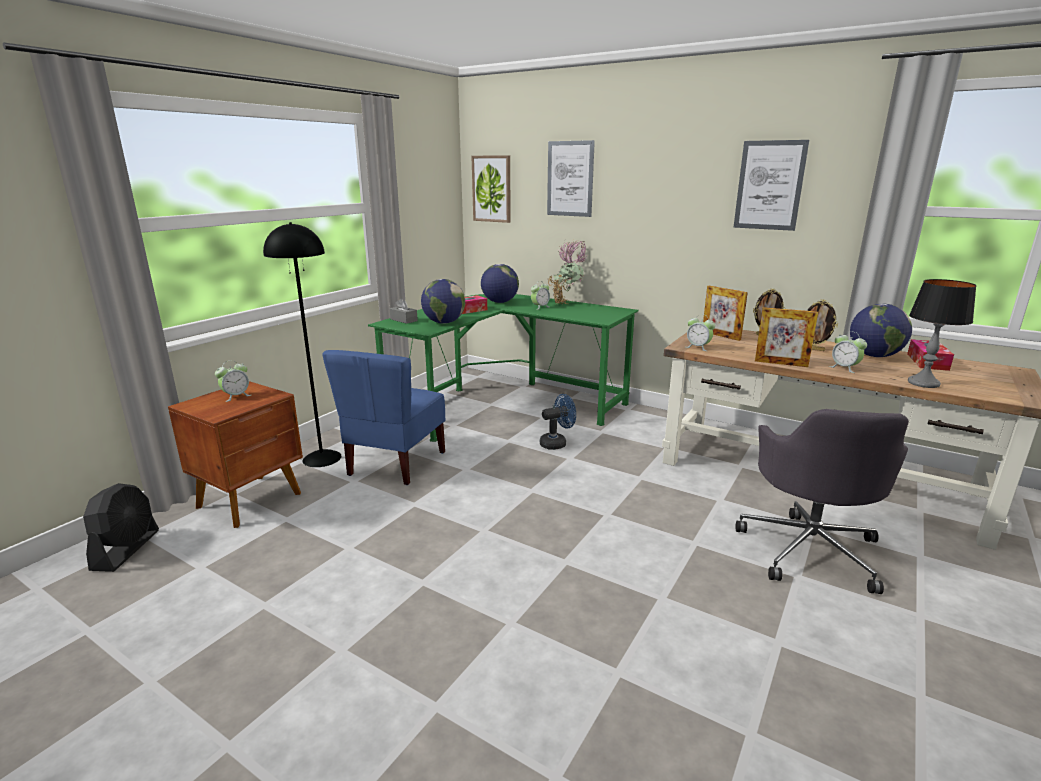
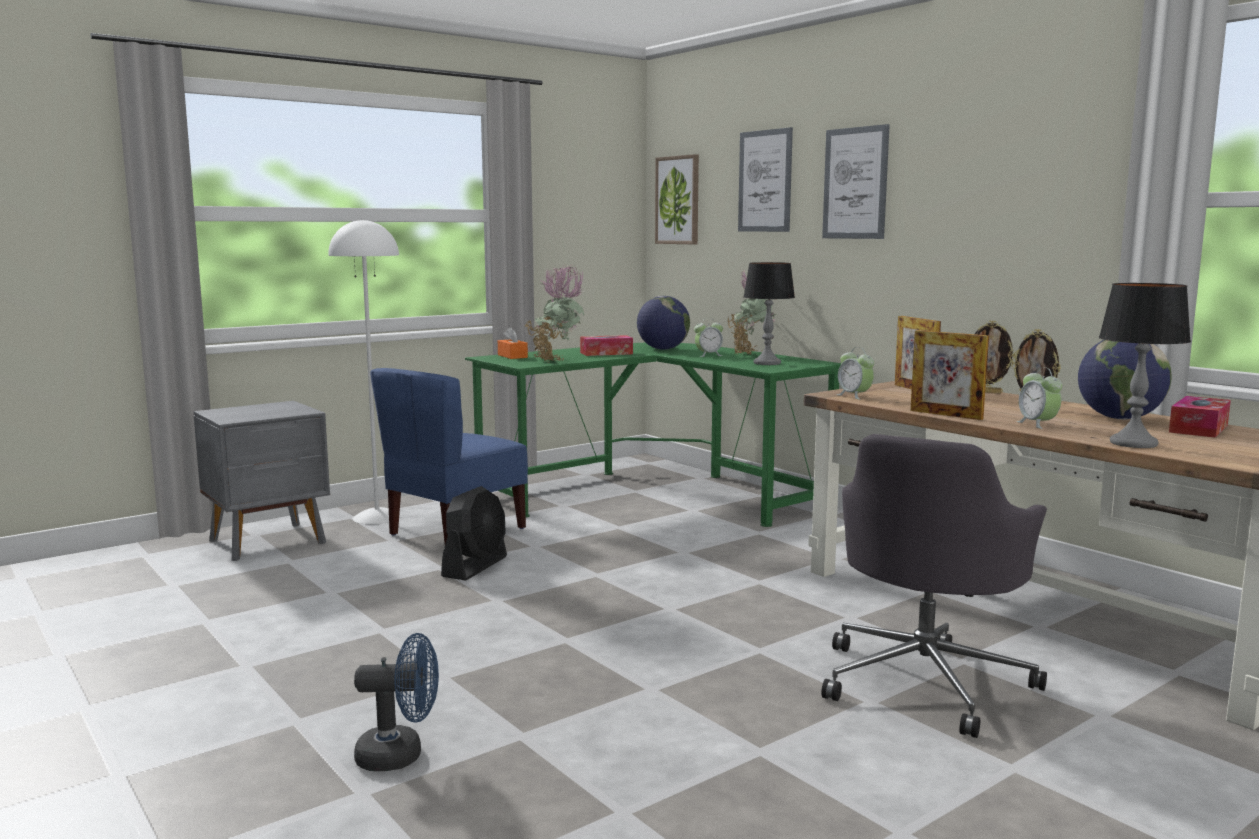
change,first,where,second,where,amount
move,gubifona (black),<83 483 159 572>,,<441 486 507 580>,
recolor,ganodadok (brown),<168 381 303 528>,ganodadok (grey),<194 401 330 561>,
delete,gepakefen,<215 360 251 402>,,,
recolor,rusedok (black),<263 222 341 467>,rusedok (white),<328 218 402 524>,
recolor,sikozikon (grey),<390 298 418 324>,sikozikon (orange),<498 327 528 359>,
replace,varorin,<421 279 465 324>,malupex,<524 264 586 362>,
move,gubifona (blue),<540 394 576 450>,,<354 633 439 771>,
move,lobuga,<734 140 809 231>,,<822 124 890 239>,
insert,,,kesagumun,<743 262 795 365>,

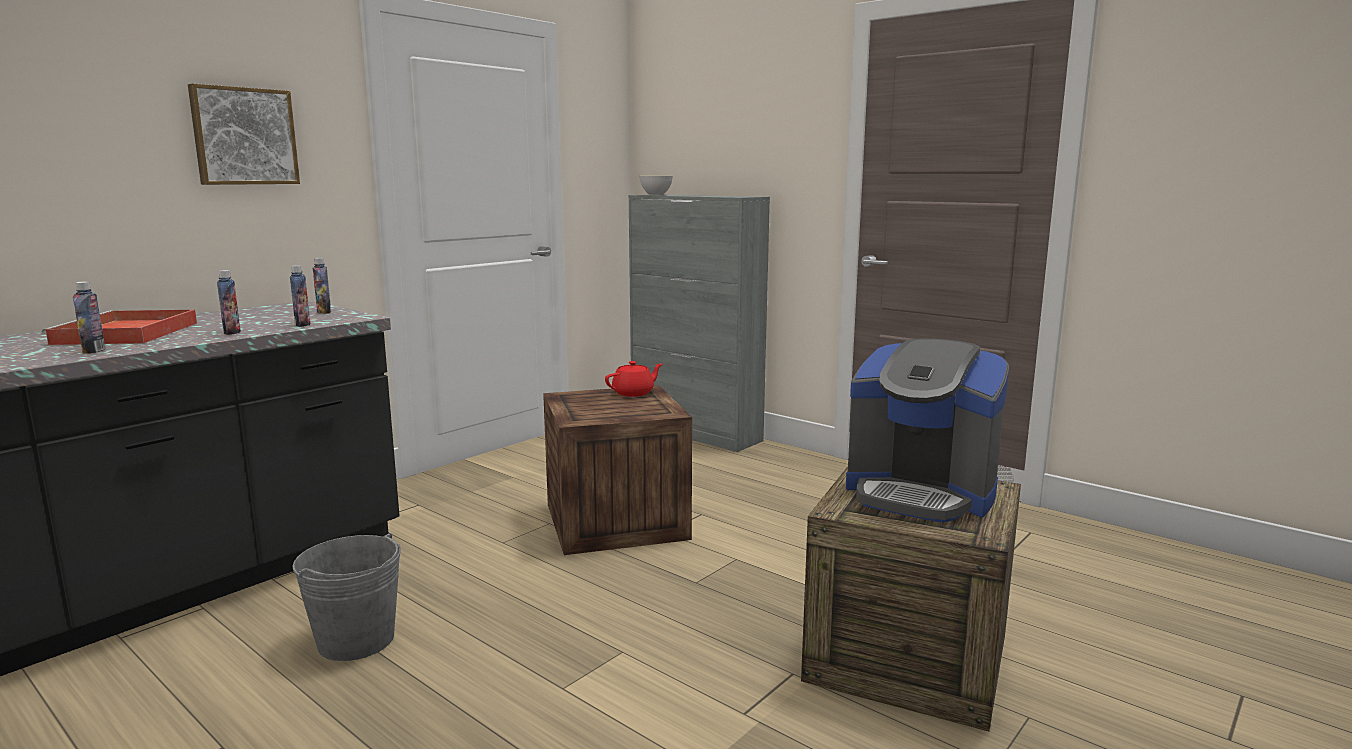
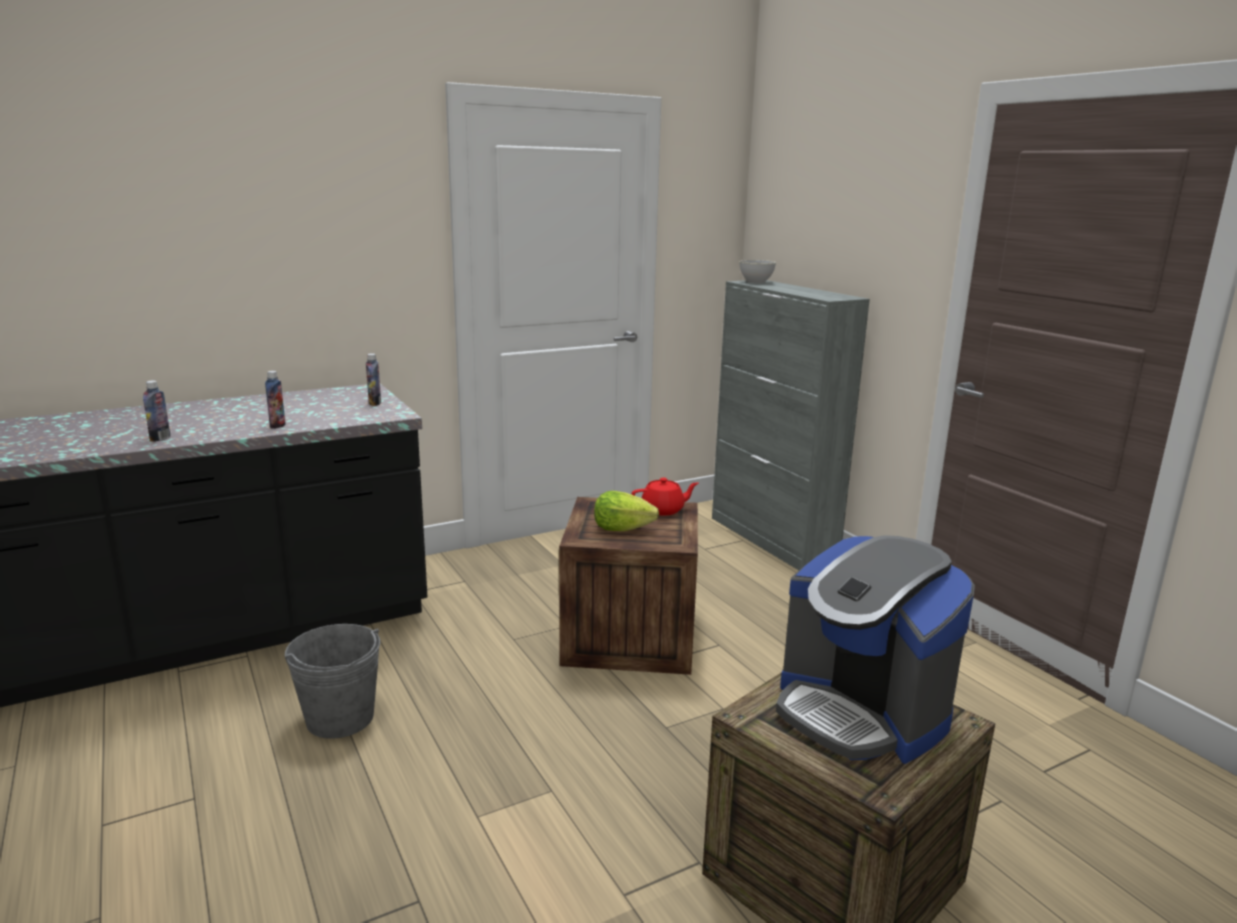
change,first,where,second,where,amount
delete,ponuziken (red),<42 310 197 345>,,,
delete,lobuga,<188 84 300 185>,,,
delete,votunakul,<290 265 311 327>,,,
insert,,,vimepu,<594 491 659 531>,

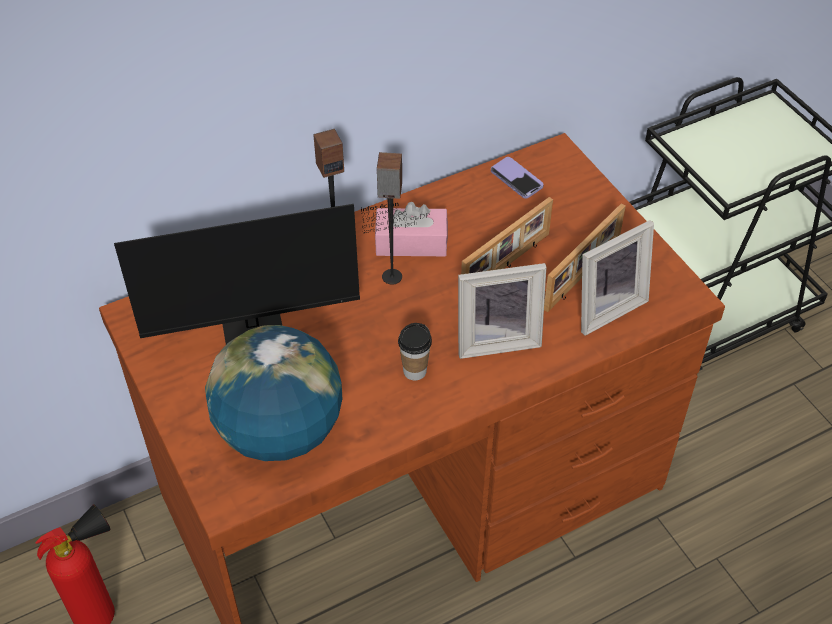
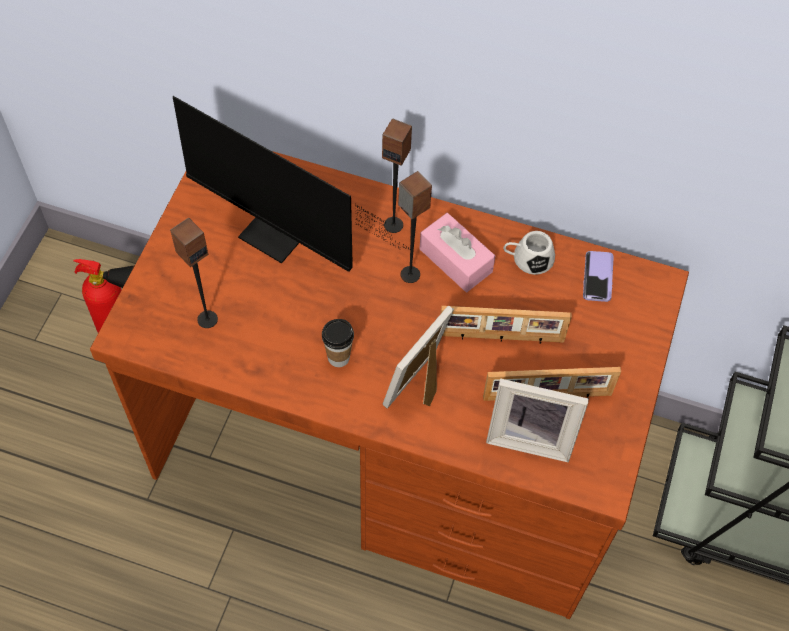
change,first,where,second,where,amount
replace,varorin,<205 325 343 461>,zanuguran,<170 217 218 328>,
rotate,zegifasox,<458 263 546 359>,,<383 306 454 409>,90 degrees clockwise
insert,,,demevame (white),<503 231 555 275>,

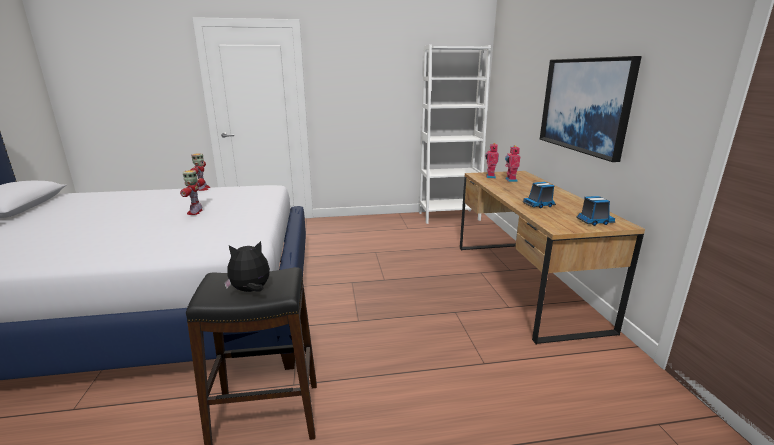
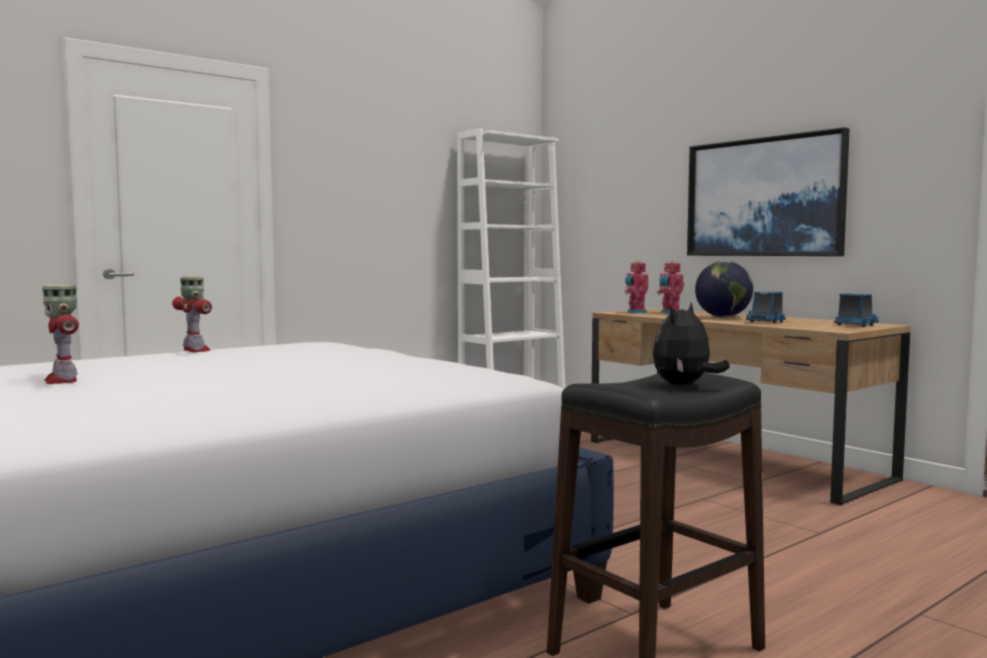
change,first,where,second,where,amount
move,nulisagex,<180 170 205 215>,,<42 284 79 384>,
insert,,,varorin,<695 261 753 317>,

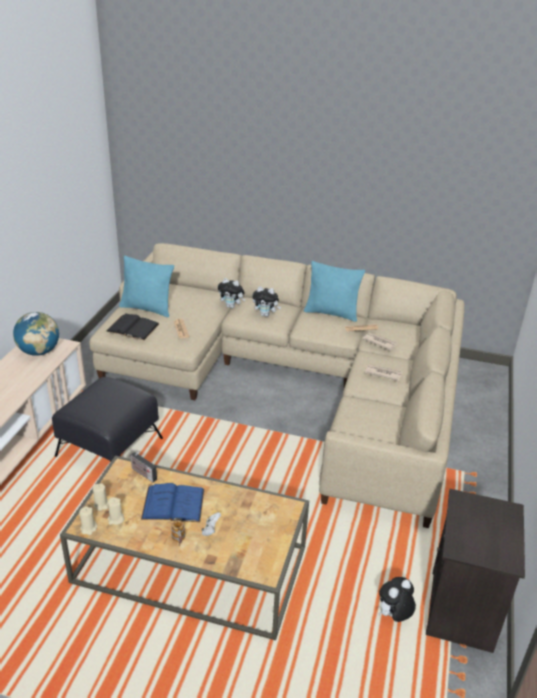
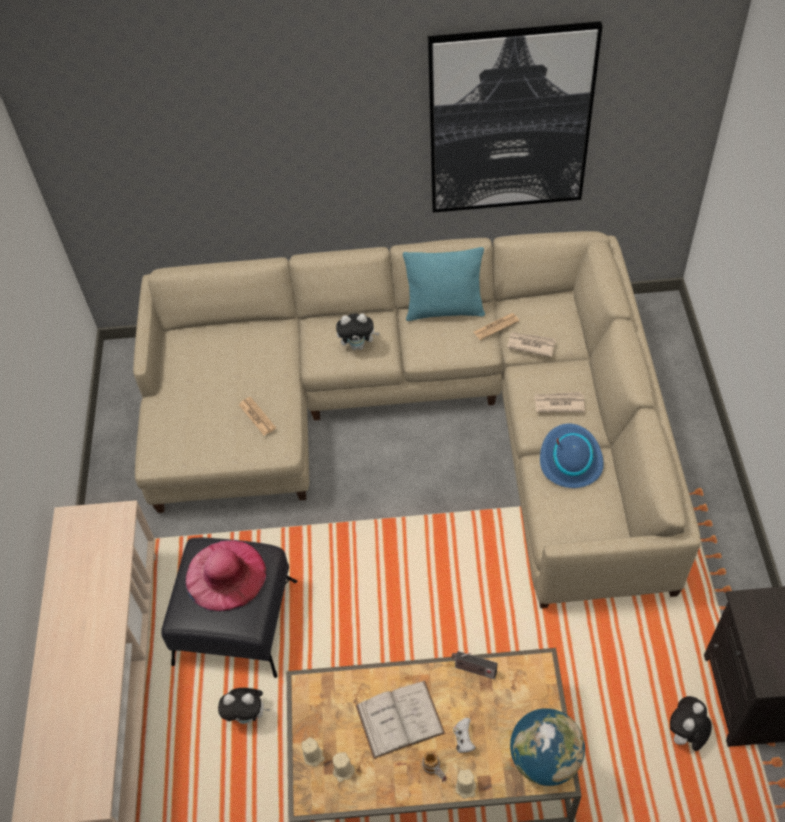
change,first,where,second,where,amount
move,varorin,<13 312 59 356>,,<510 708 585 786>,
move,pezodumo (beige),<79 506 97 535>,,<456 769 476 799>,
delete,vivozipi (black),<106 313 159 340>,,,
delete,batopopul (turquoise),<119 256 174 317>,,,
move,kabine,<130 450 157 482>,,<451 651 497 679>,
recolor,vivozipi (blue),<141 483 204 522>,vivozipi (white),<356 681 445 759>,
move,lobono,<218 278 245 308>,,<218 688 270 724>,
insert,,,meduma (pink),<186 540 266 611>,
insert,,,lobuga,<428 21 602 213>,
insert,,,meduma (blue),<540 423 604 488>,

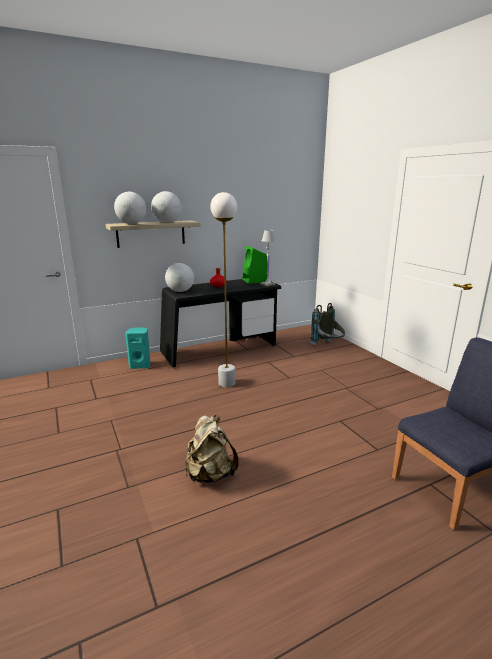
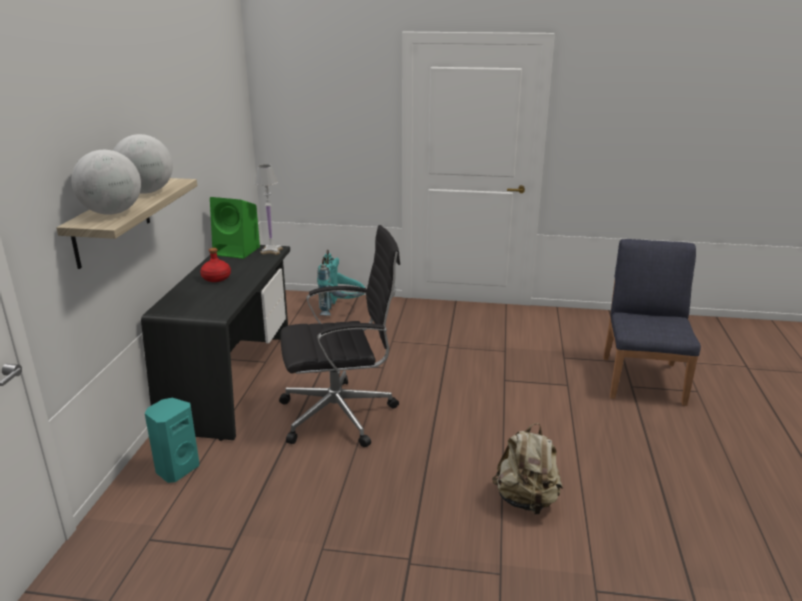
change,first,where,second,where,amount
delete,varorin,<165 263 194 292>,,,
replace,rusedok (white),<210 192 237 388>,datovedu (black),<279 225 400 447>,
recolor,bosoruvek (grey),<310 303 345 345>,bosoruvek (turquoise),<317 250 365 316>,

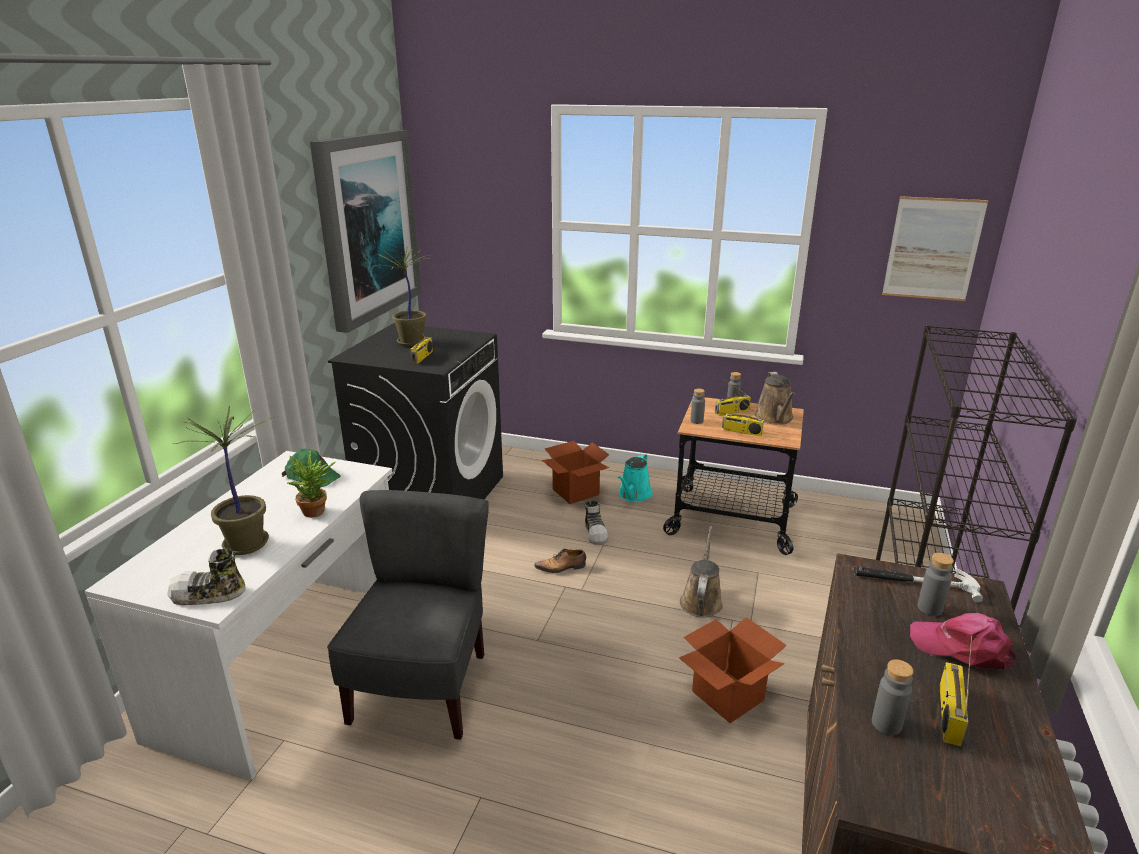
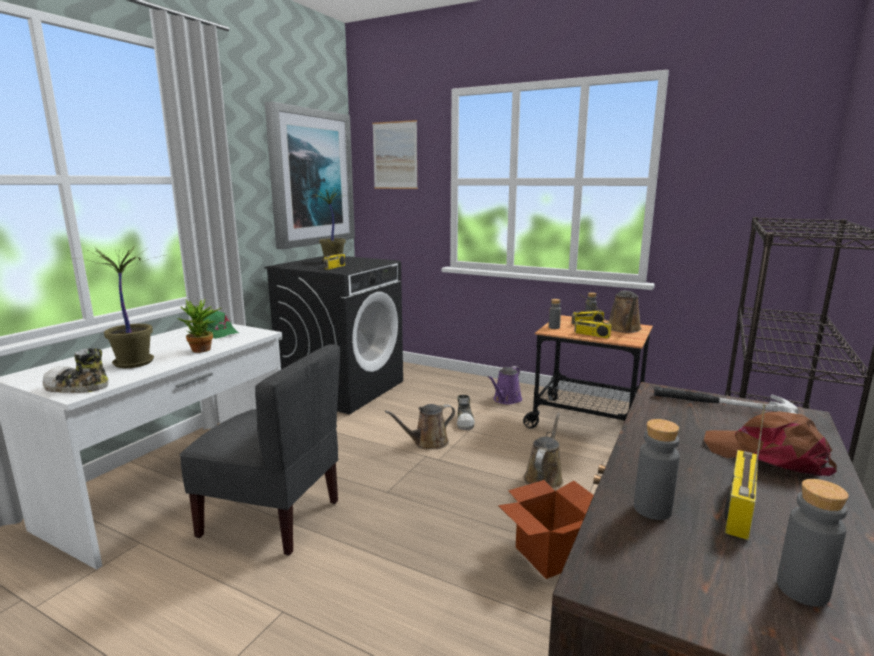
change,first,where,second,where,amount
rotate,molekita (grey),<327 490 489 740>,,<179 344 340 555>,90 degrees clockwise
replace,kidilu,<534 549 586 573>,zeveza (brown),<385 404 455 449>,
delete,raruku,<542 441 609 504>,,,
recolor,zeveza (turquoise),<618 454 652 502>,zeveza (purple),<488 366 522 405>,
move,lobuga,<882 196 989 301>,,<372 120 418 189>,
recolor,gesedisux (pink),<910 613 1016 669>,gesedisux (brown),<704 411 837 476>,
move,votunakul (grey),<917 553 954 616>,,<777 479 849 607>,

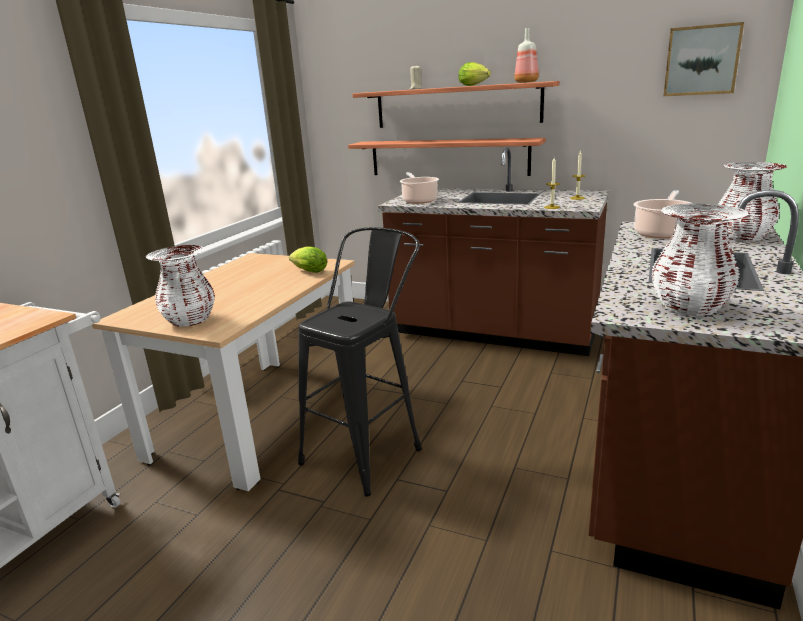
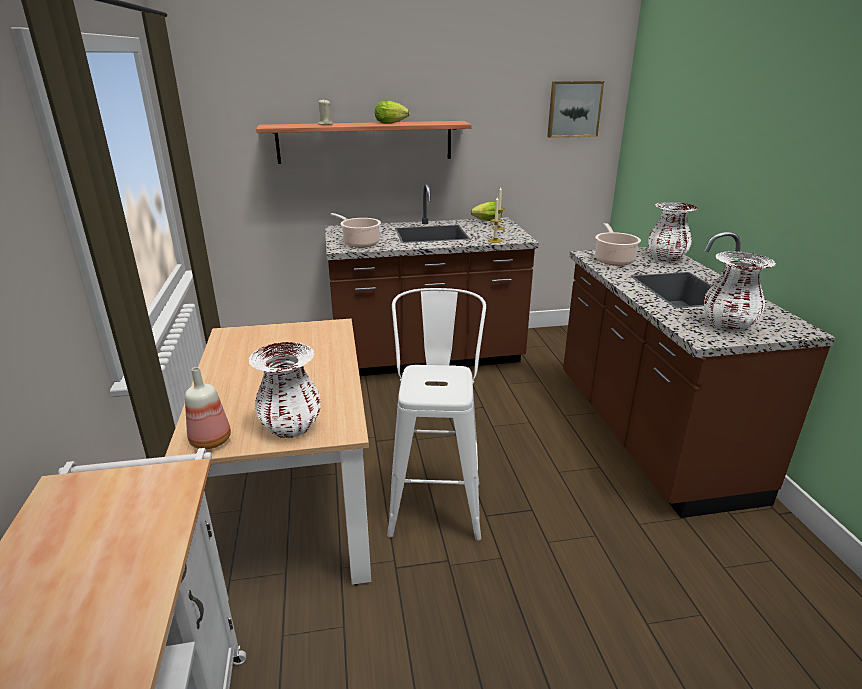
change,first,where,second,where,amount
move,vimepu,<289 246 327 273>,,<471 202 502 221>,
recolor,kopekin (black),<298 227 422 497>,kopekin (white),<387 288 486 541>,
delete,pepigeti,<348 138 546 176>,,,
move,votunakul,<514 28 539 83>,,<185 367 231 449>,

